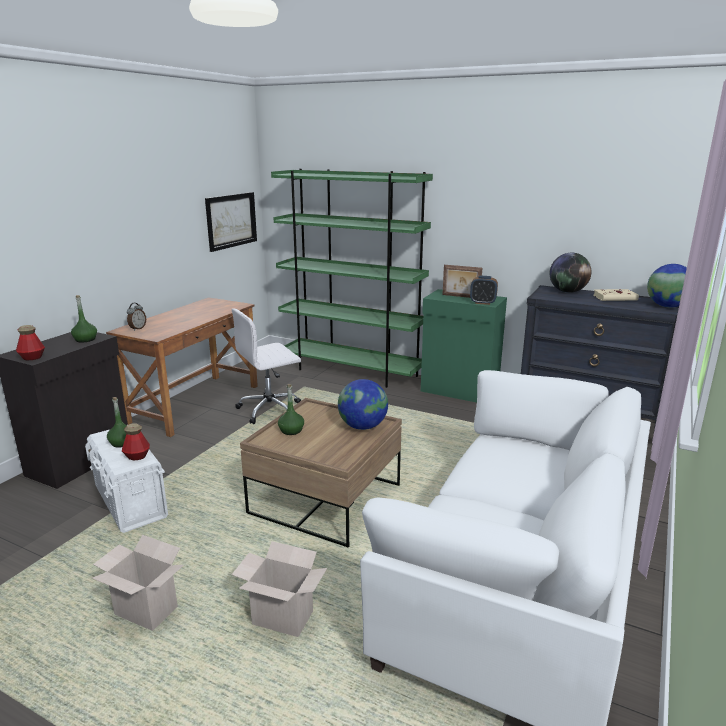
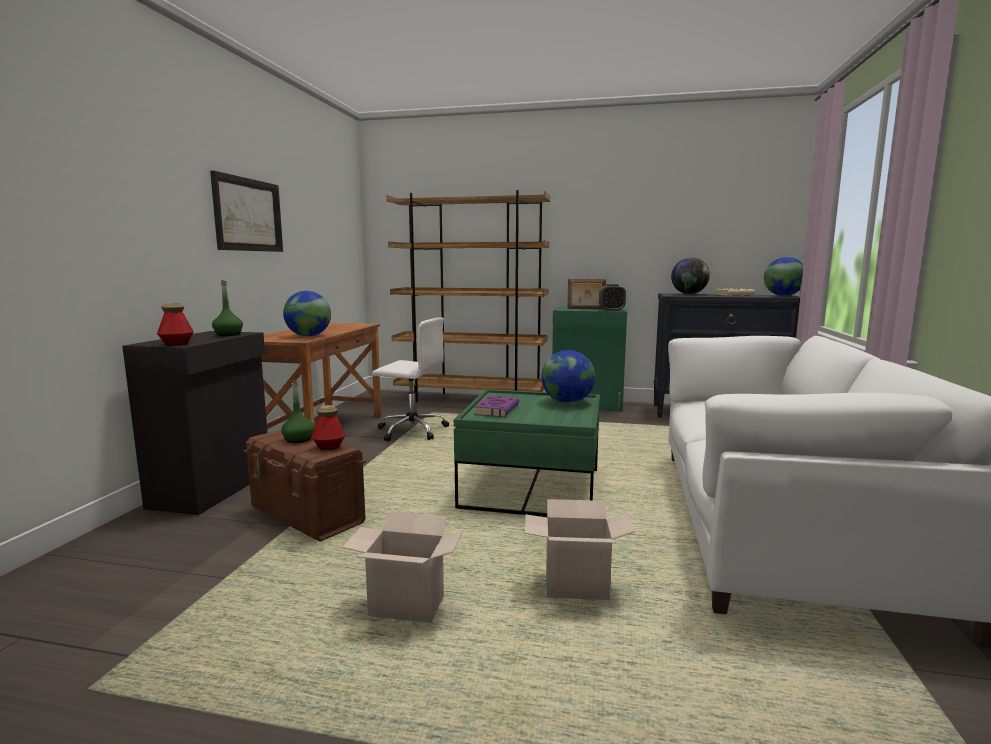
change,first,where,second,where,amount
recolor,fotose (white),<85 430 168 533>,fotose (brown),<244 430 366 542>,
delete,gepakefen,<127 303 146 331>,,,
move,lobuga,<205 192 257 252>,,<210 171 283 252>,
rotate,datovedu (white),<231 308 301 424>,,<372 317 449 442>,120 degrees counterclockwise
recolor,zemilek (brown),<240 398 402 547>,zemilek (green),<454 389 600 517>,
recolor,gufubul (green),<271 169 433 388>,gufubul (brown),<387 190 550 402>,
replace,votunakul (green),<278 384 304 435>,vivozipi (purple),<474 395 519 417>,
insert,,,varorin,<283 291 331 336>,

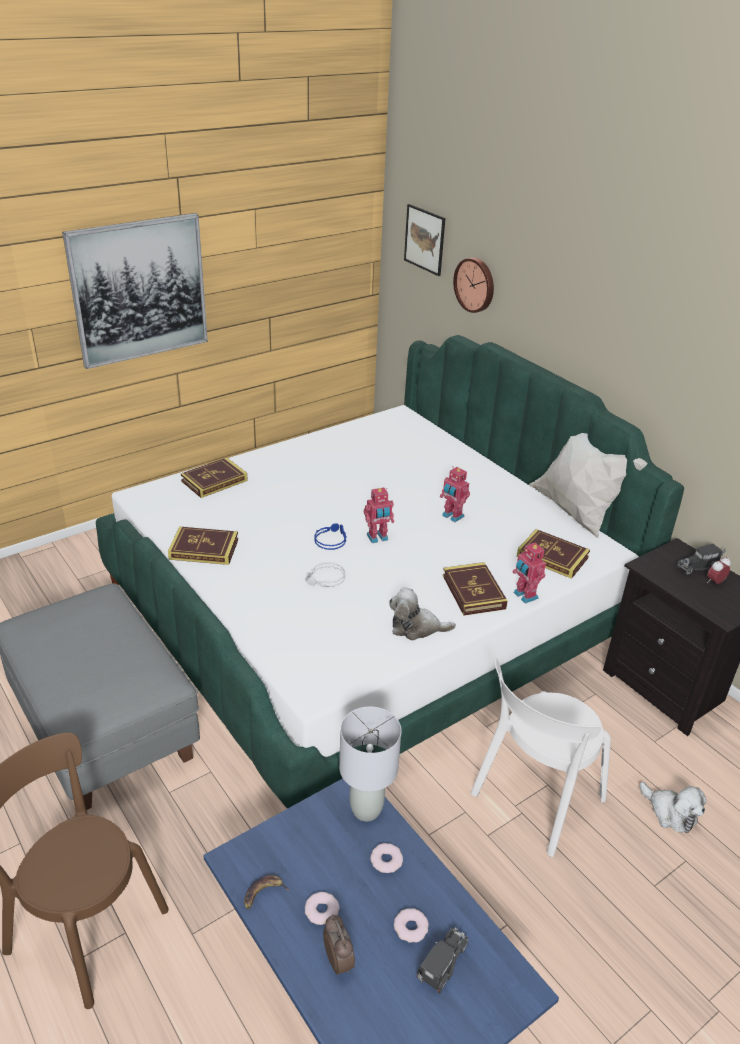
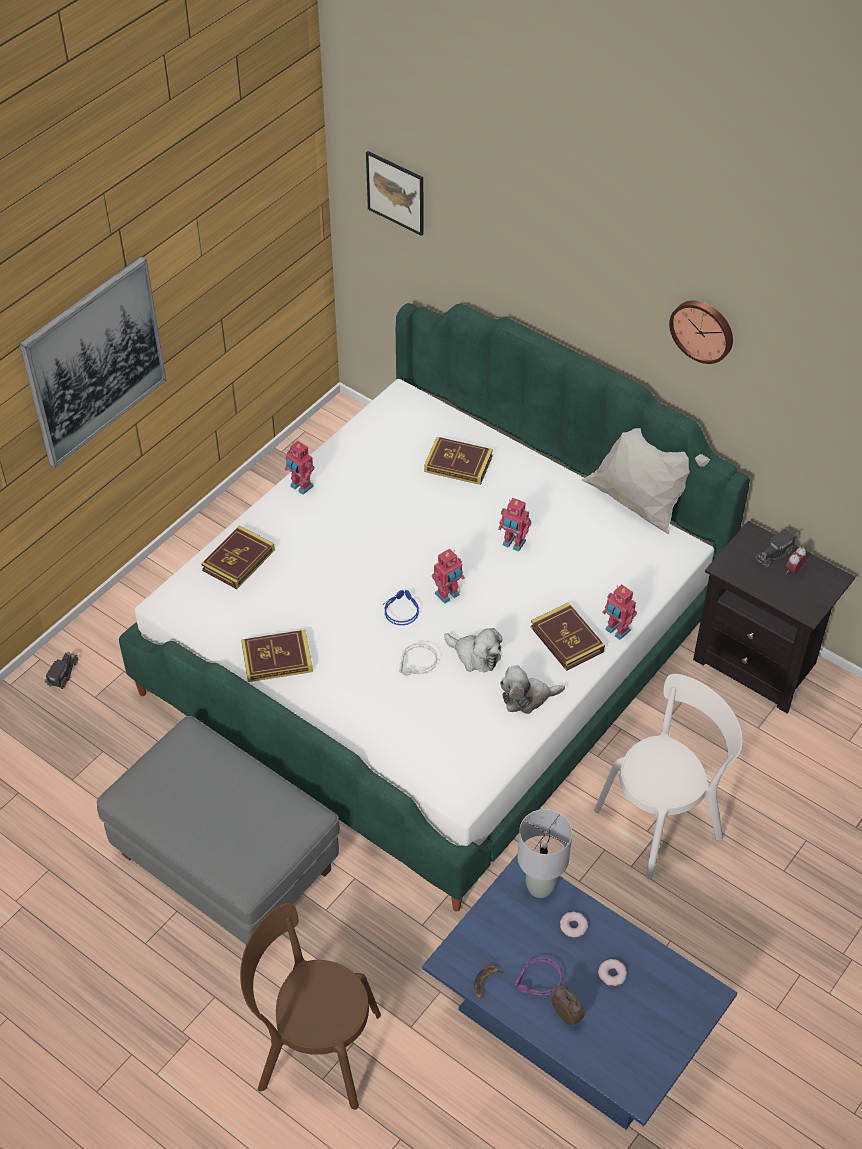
change,first,where,second,where,amount
replace,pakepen,<305 892 340 925>,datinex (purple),<515 957 562 998>,
move,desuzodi,<416 928 468 993>,,<45 651 78 689>,
move,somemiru,<453 258 494 313>,,<669 301 733 364>,
rotate,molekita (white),<471 658 611 857>,,<594 674 743 879>,150 degrees counterclockwise
move,vivozipi,<517 529 590 579>,,<424 437 493 485>,
move,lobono,<640 782 706 833>,,<444 628 503 672>,
insert,,,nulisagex,<284 441 315 495>,

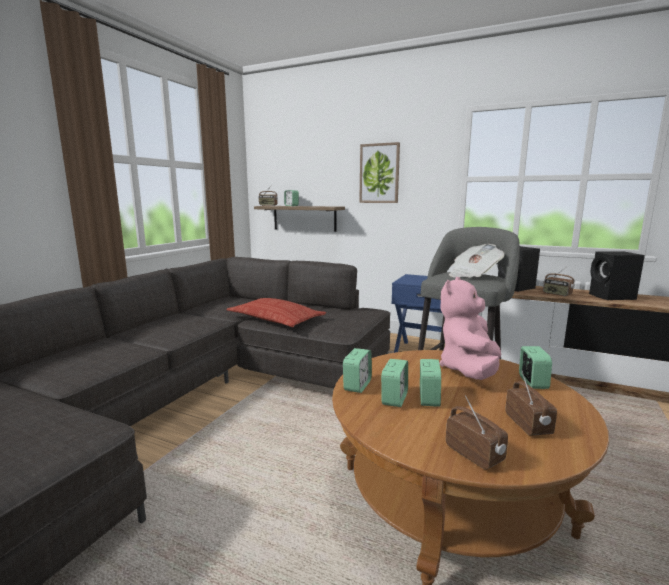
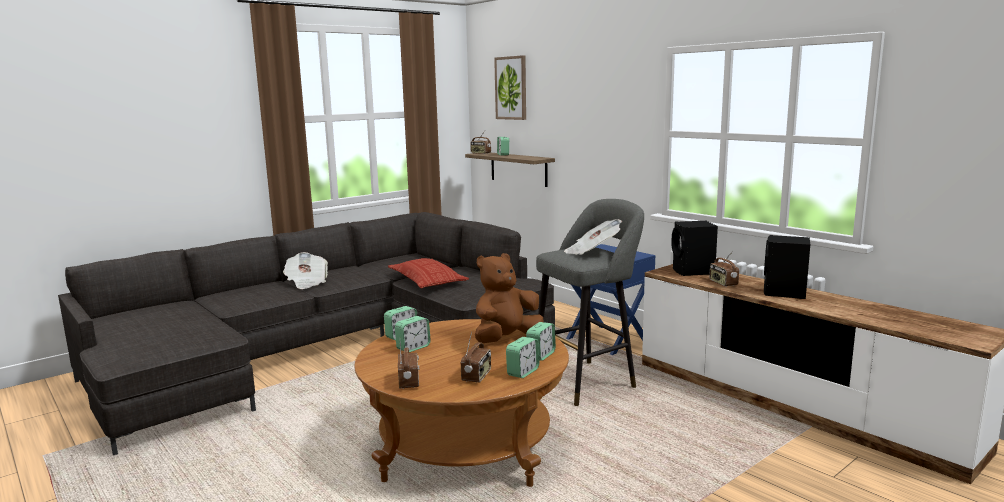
change,first,where,second,where,amount
move,lobuga,<359 142 400 203>,,<494 55 526 120>,
move,gepakefen,<420 359 441 407>,,<506 337 539 378>,
recolor,lobono (pink),<440 277 501 380>,lobono (brown),<475 253 544 343>,
insert,,,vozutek,<283 252 328 289>,

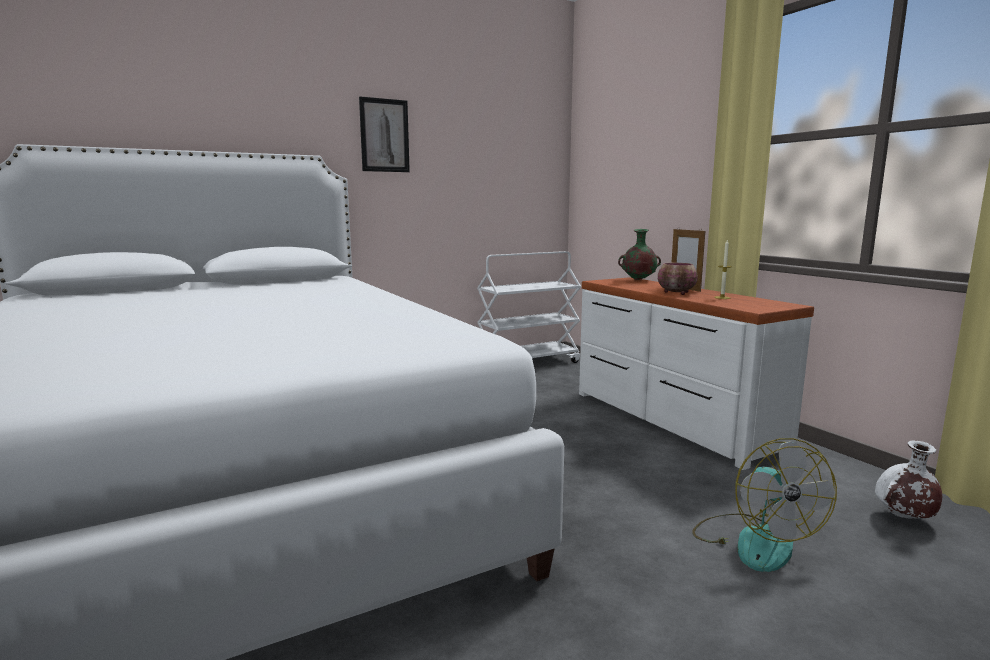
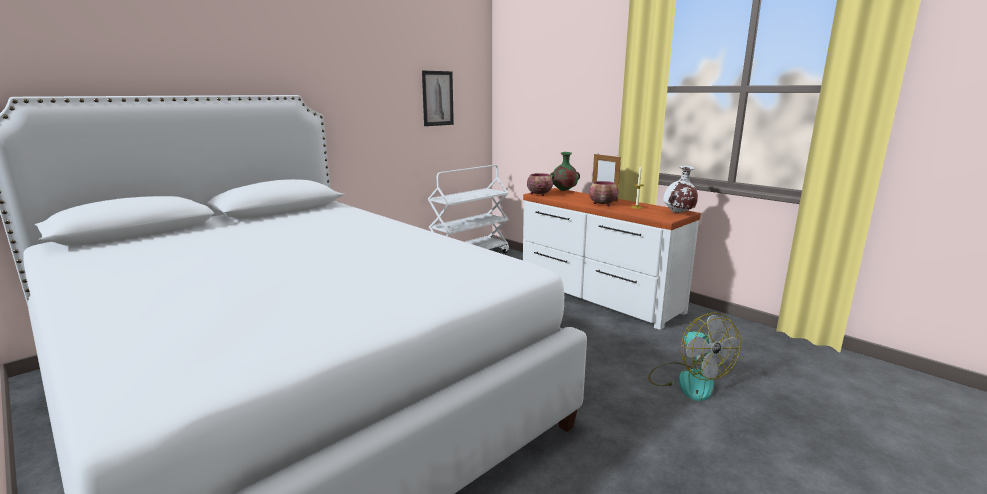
change,first,where,second,where,amount
move,lobuga,<359 96 410 172>,,<422 71 454 126>,
move,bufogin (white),<875 440 942 519>,,<663 165 698 213>,
insert,,,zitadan,<527 173 553 196>,

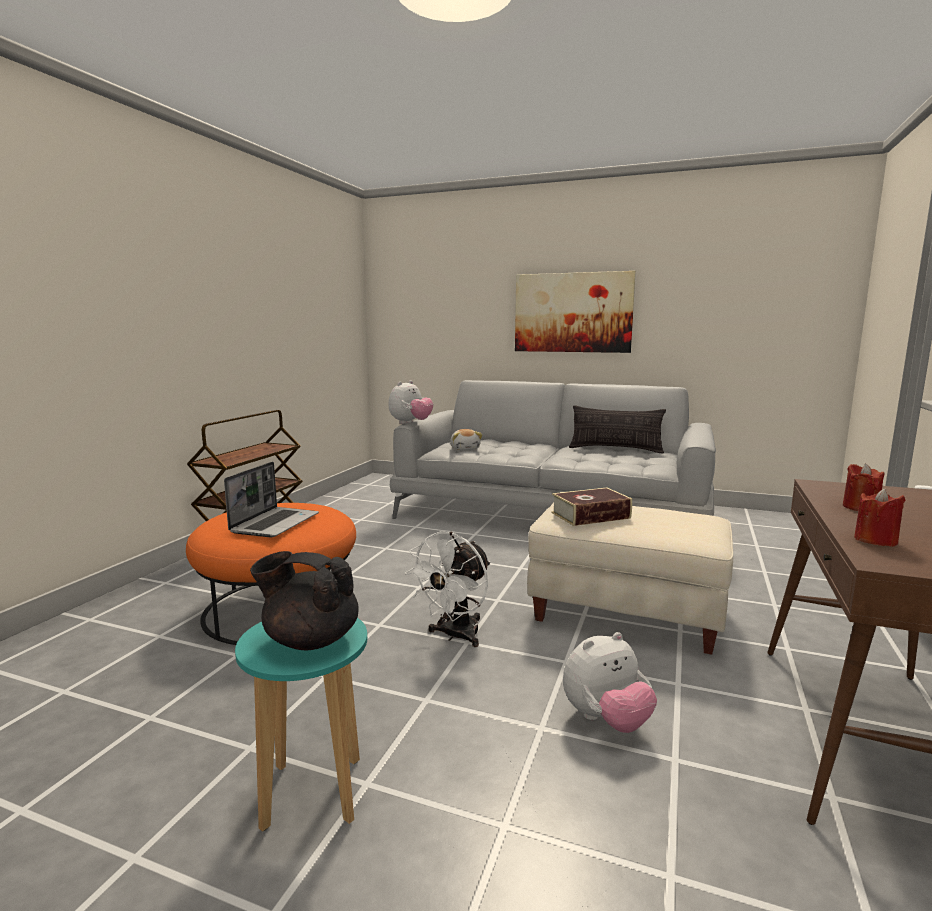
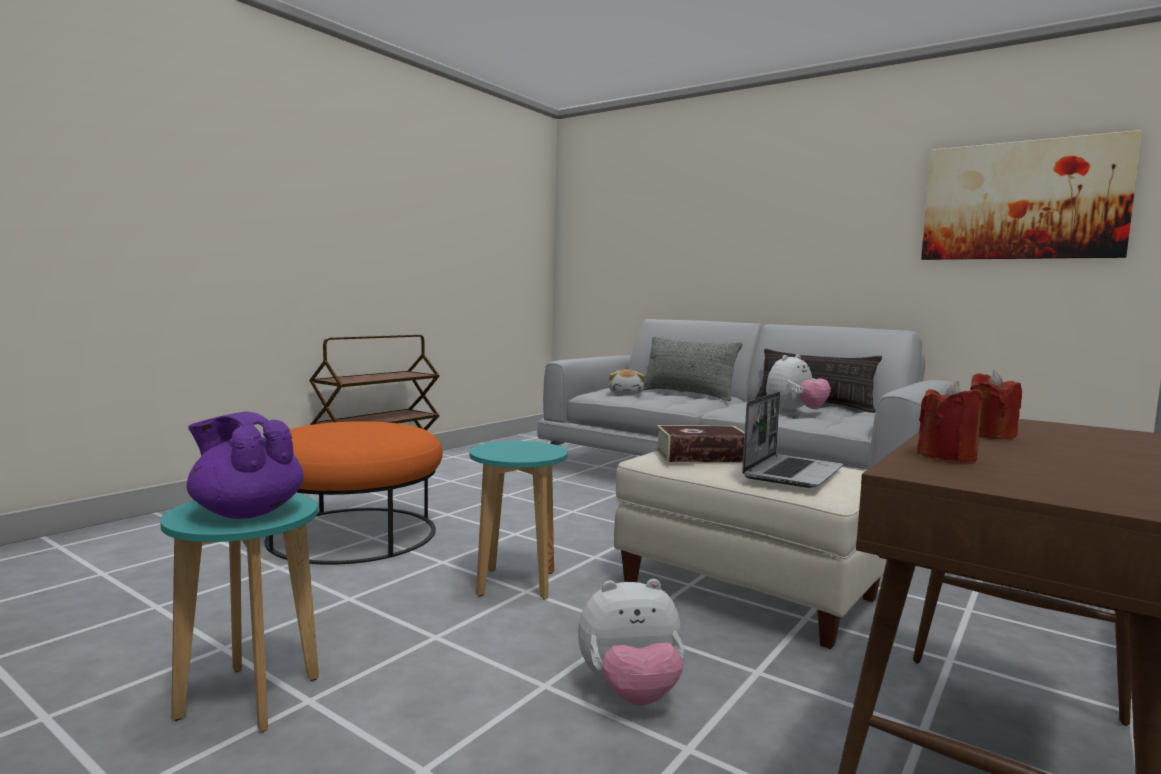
change,first,where,second,where,amount
move,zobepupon,<224 462 319 537>,,<742 392 843 488>,
recolor,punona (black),<250 551 359 650>,punona (purple),<187 411 304 519>,
move,lobono,<389 380 433 424>,,<766 354 831 413>,
replace,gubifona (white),<405 531 490 647>,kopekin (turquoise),<470 441 568 600>,
move,lobuga,<515 271 636 353>,,<921 130 1142 260>,
insert,,,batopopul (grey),<643 337 743 401>,

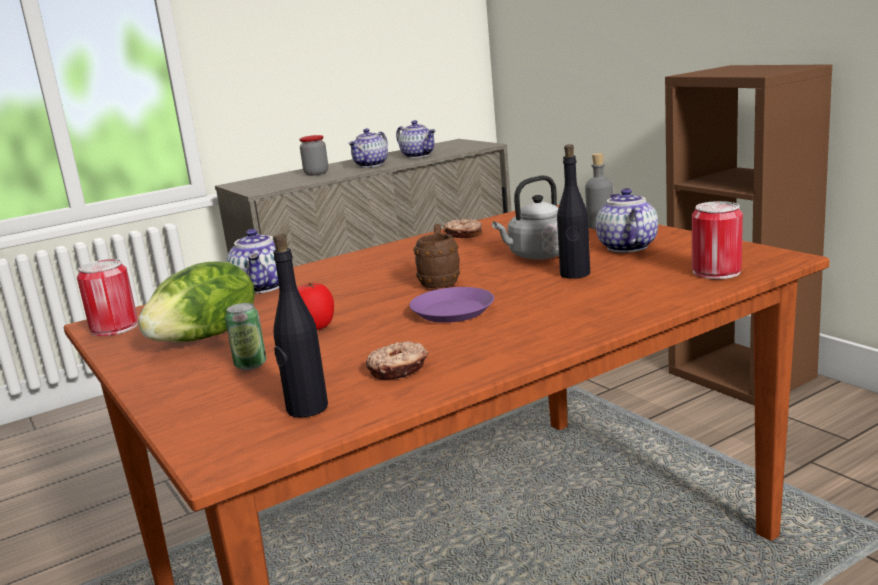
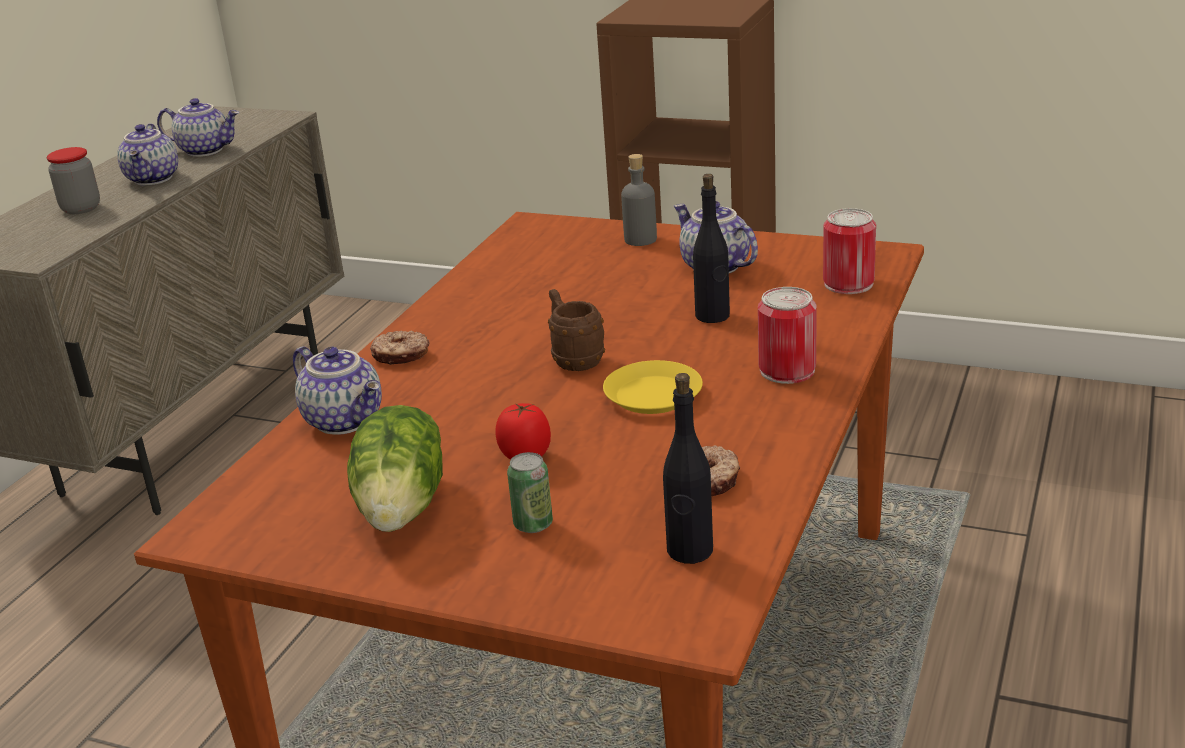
change,first,where,second,where,amount
move,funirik,<77 259 138 336>,,<758 287 817 384>,
recolor,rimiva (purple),<409 287 494 323>,rimiva (yellow),<603 360 703 414>,
move,pakepen,<444 219 482 238>,,<370 330 429 365>,
delete,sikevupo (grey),<492 175 559 260>,,,

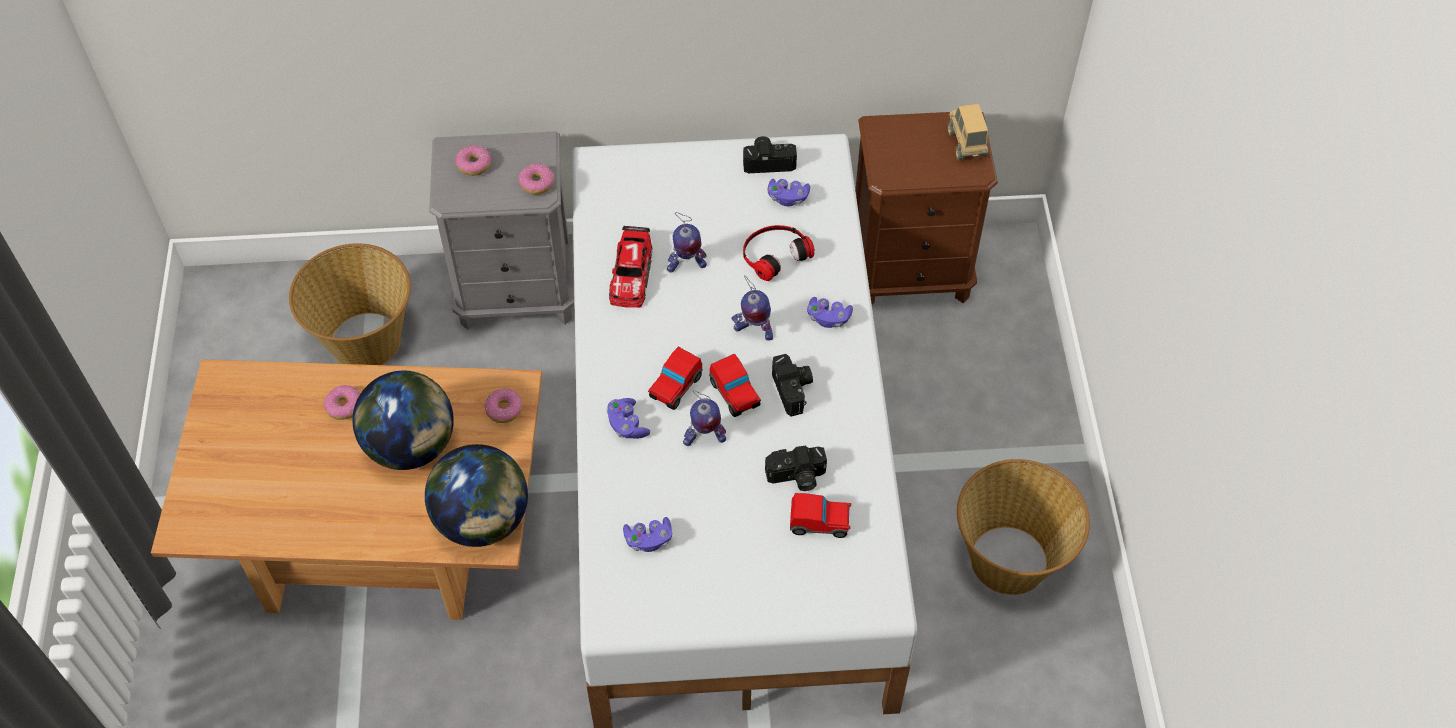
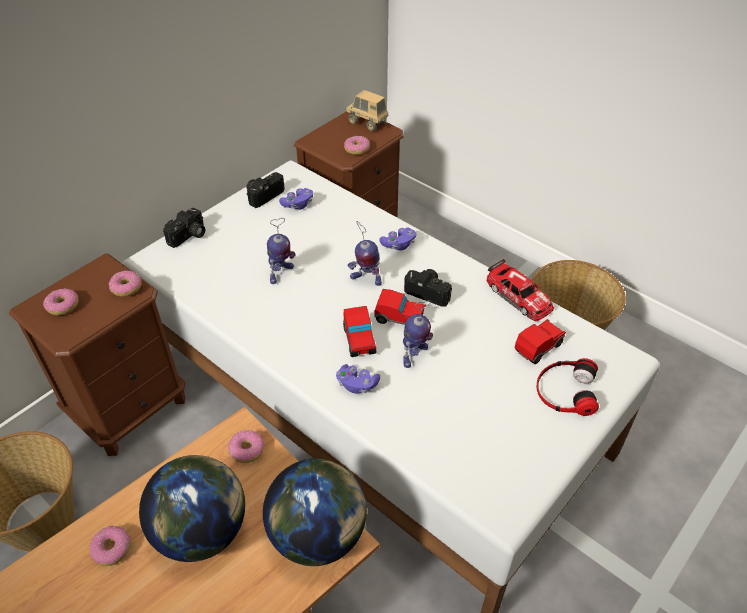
change,first,where,second,where,amount
recolor,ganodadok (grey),<429 131 574 330>,ganodadok (brown),<9 253 185 456>,
move,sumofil,<609 226 652 308>,,<486 259 554 321>,
delete,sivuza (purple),<623 517 672 552>,,,
rotate,nulisagex,<731 275 773 341>,,<347 221 382 286>,45 degrees clockwise
move,datinex,<743 225 814 281>,,<537 358 599 416>,
move,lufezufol,<765 446 827 491>,,<163 207 205 248>,
insert,,,pakepen,<344 136 370 155>,

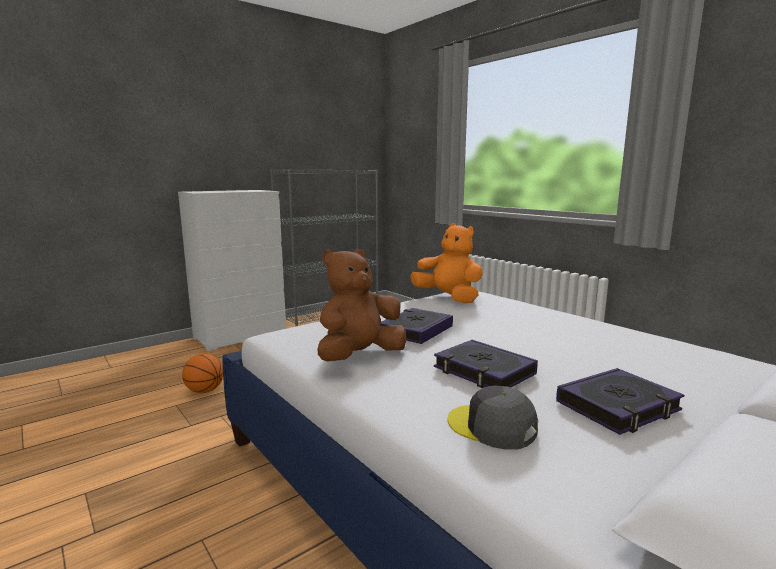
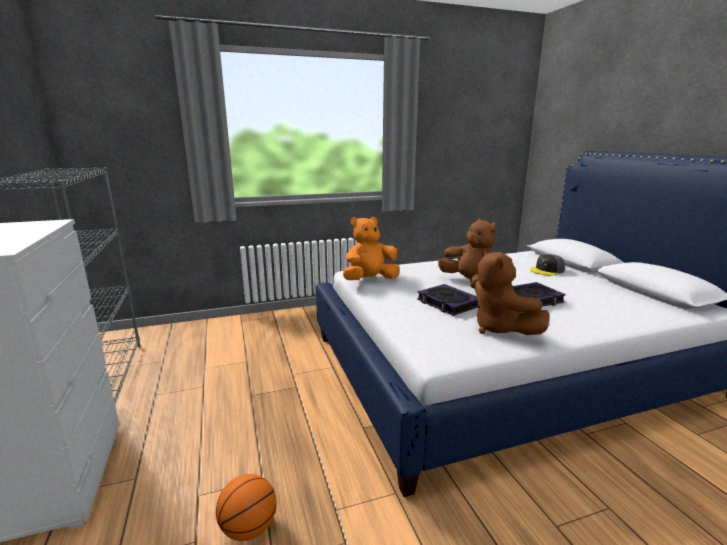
change,first,where,second,where,amount
move,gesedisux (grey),<447 385 538 450>,,<530 254 565 276>,
delete,vivozipi,<556 368 684 435>,,,
insert,,,lobono (brown),<438 217 495 289>,

